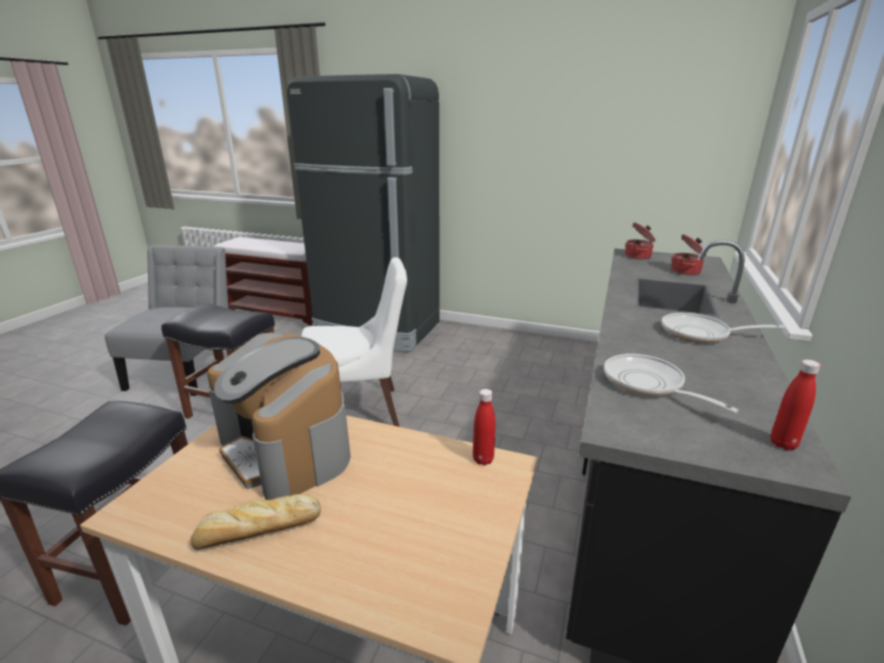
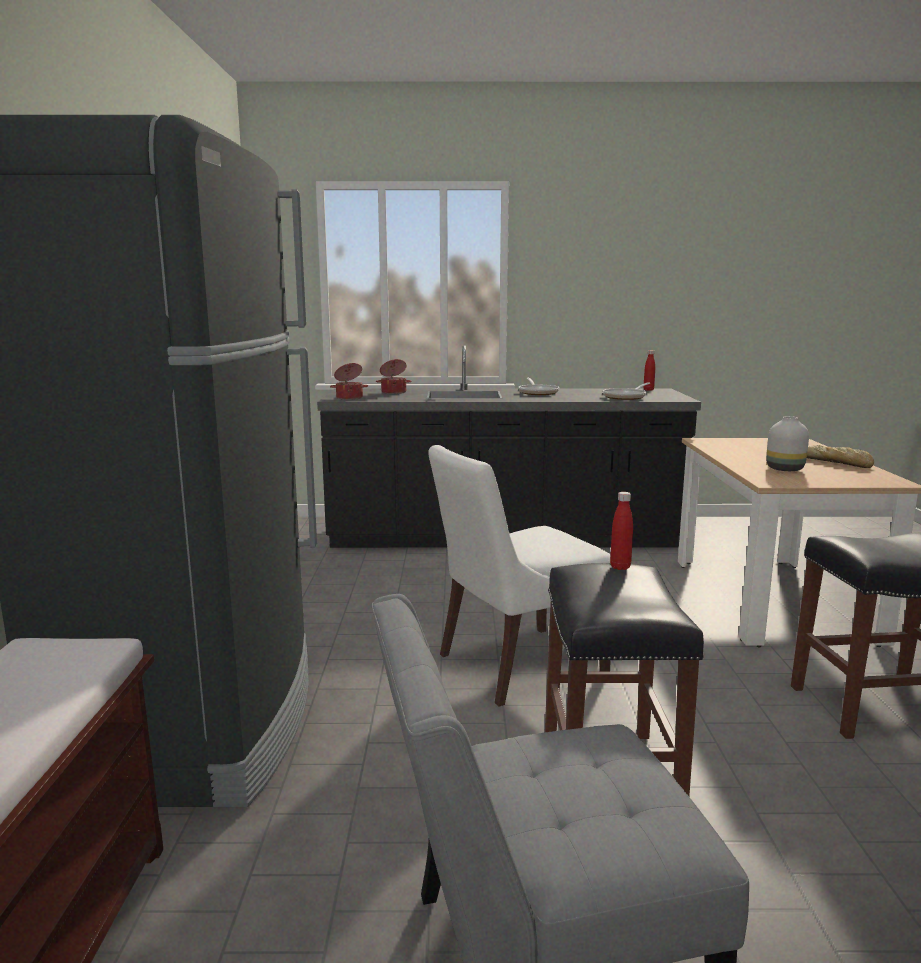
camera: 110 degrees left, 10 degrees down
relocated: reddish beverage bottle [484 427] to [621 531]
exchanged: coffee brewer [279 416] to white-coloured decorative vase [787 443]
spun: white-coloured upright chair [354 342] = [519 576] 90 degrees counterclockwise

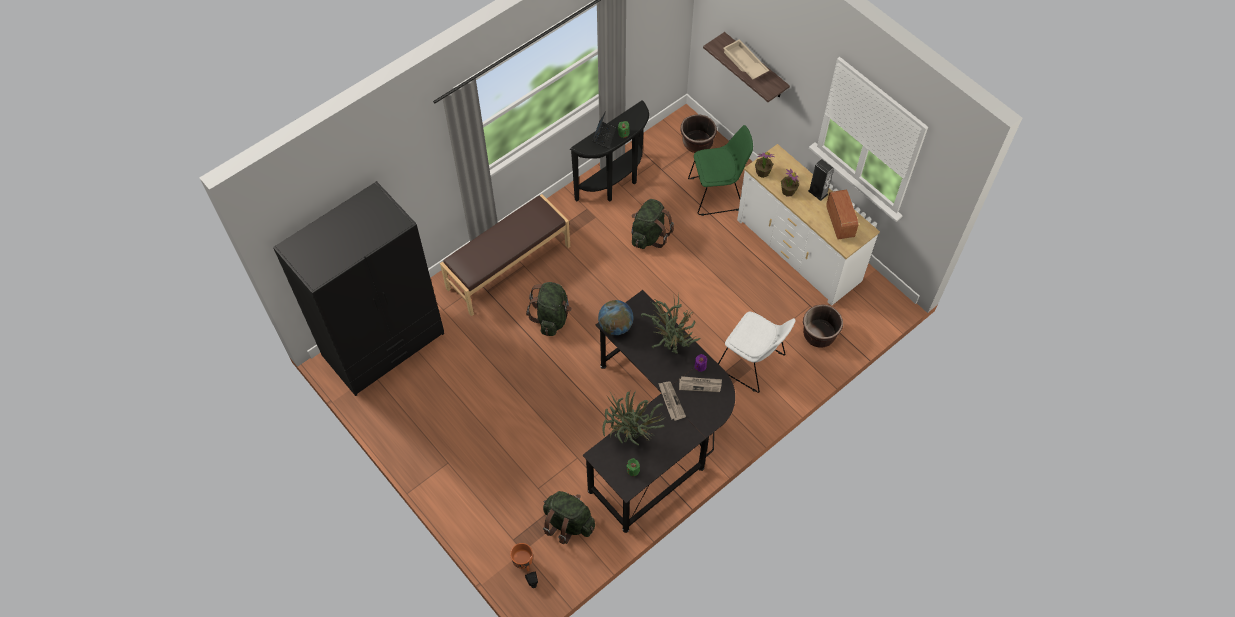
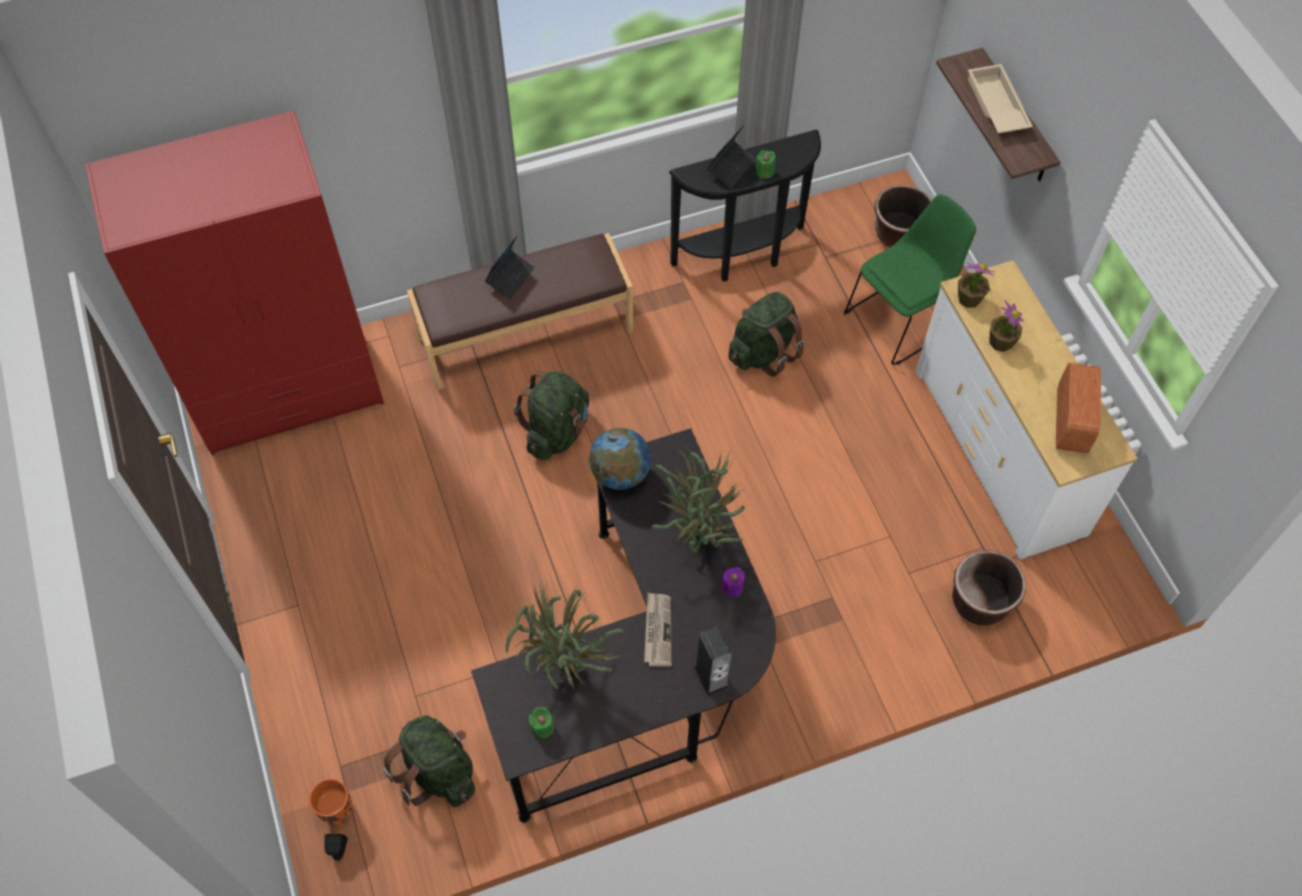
camera: 20 degrees right, 0 degrees up
missing: newspaper [700 384]; white-coloured upright chair [757 352]
appeared: portable computer [510 267]
relocated: audio speaker [821 180] to [713 661]
colour: black-coloured wardrobe [358 288] to reddish wardrobe [234 283]
spun: greenish upright chair [720 170] = [910 279] 45 degrees counterclockwise

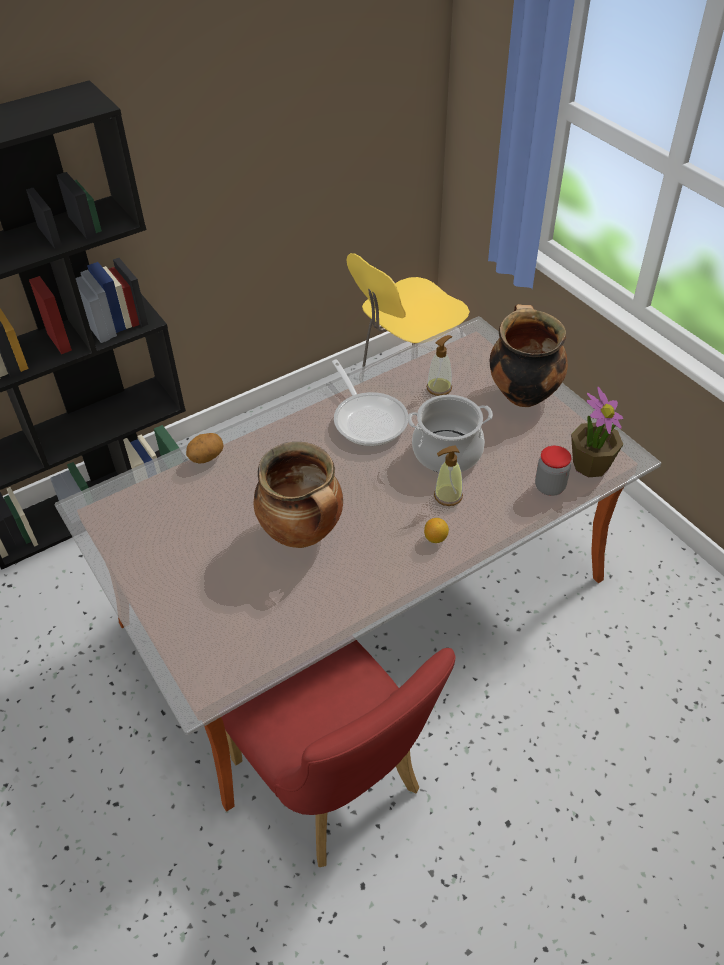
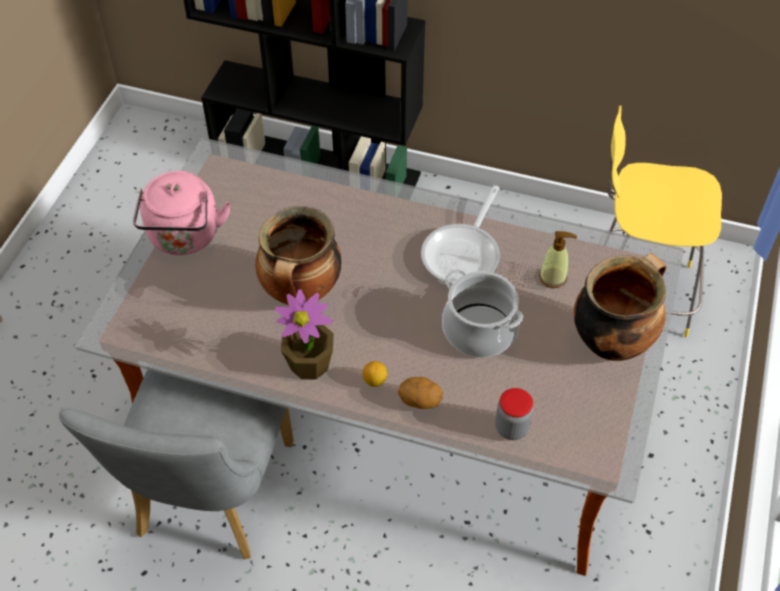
camera: 50 degrees right, 5 degrees up
missing: soap dispenser [448 476]
appeared: pink-coloured tea kettle [182 213]
relocated: potato [204 448] to [420 393]; plant in a pot [597 431] to [304 334]
colour: reddish upright chair [338 753] to greyish upright chair [176 464]

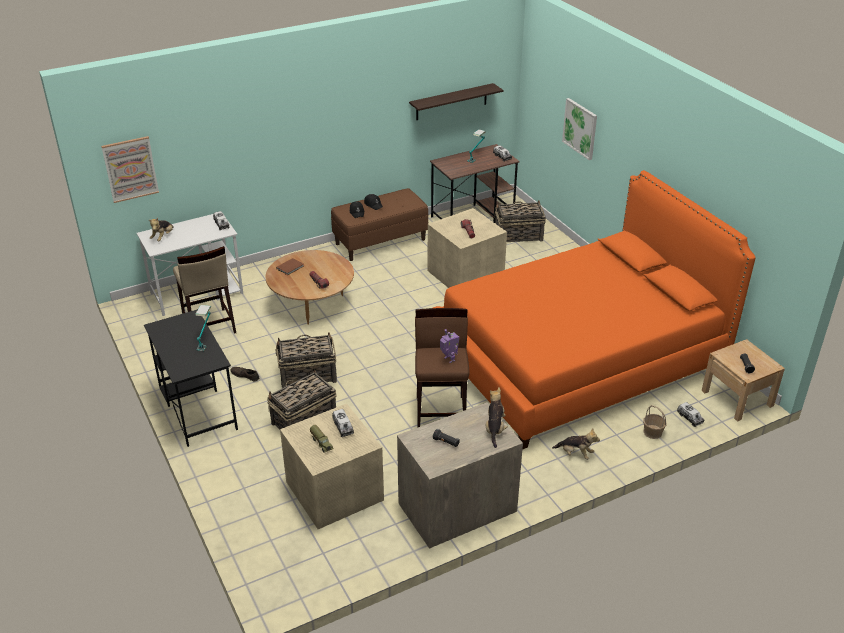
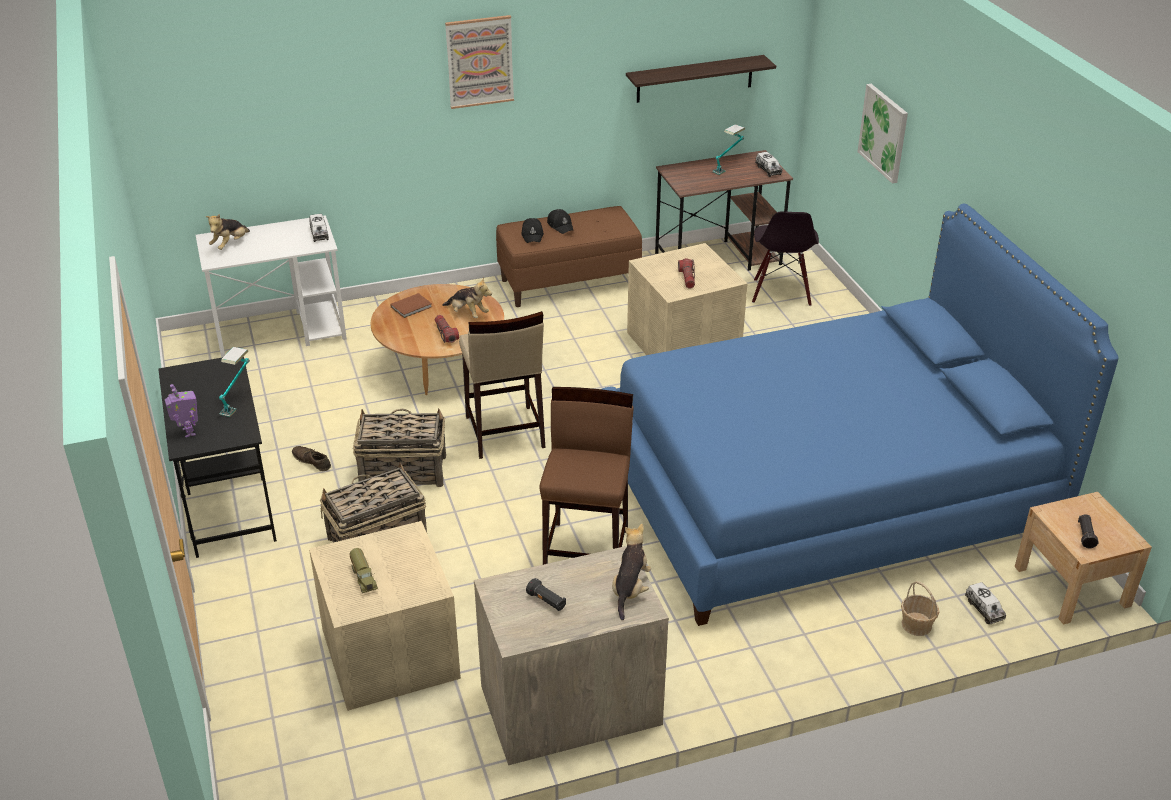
camera: 10 degrees right, 0 degrees up
missing: toy lorry [343 423]
relocated: picture [130 169] to [479 62]; beige stool seat [204 290] to [502 385]; model robot [449 346] to [181 411]; plush toy [576 444] to [467 297]
exchanged: household basket [520 221] to black-coloured upright chair [785 258]
colour: orangey bed [594 310] to bluish bed [860 415]

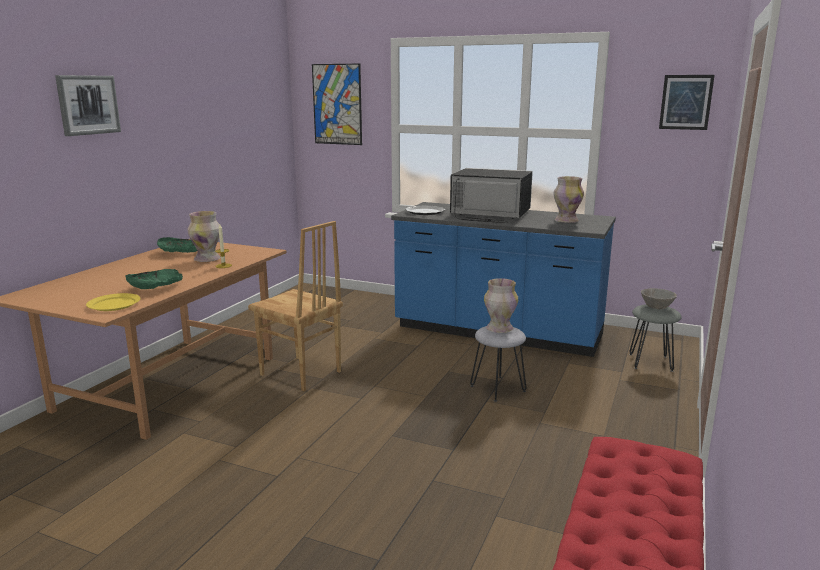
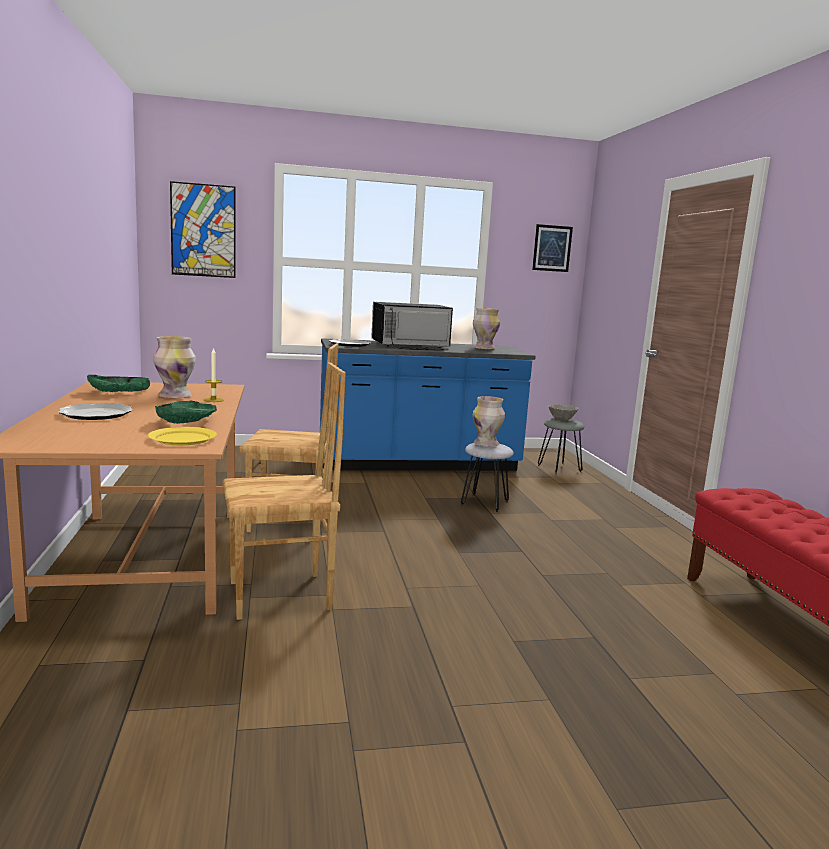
camera: 35 degrees left, 5 degrees down
missing: picture [88 105]
appeared: flat dish [95 411]; brown upright chair [284 491]

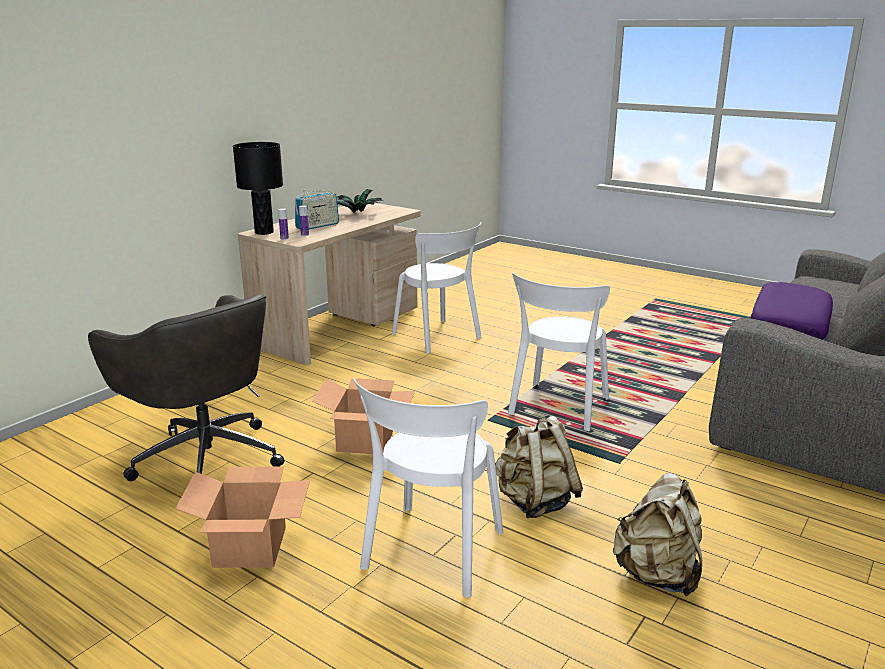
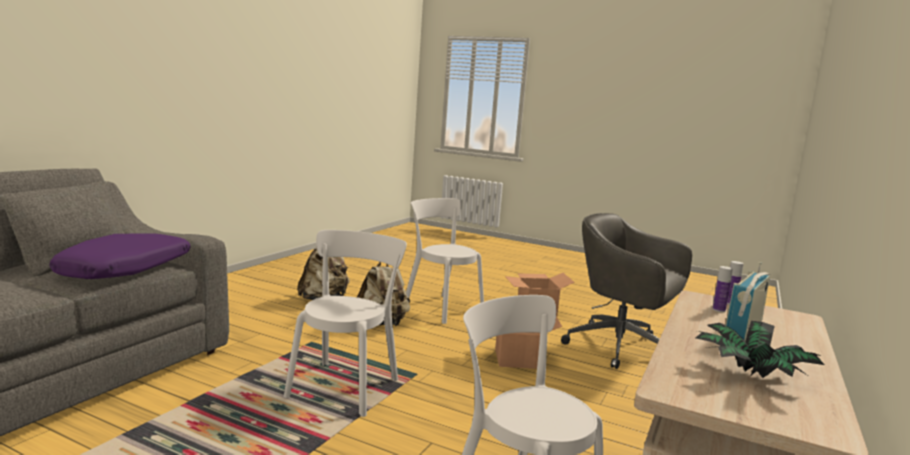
camera: 170 degrees right, 10 degrees down
missing: black-coloured table lamp [258 188]
spun: white-coloured upright chair [428 488] = [445 261] 60 degrees counterclockwise

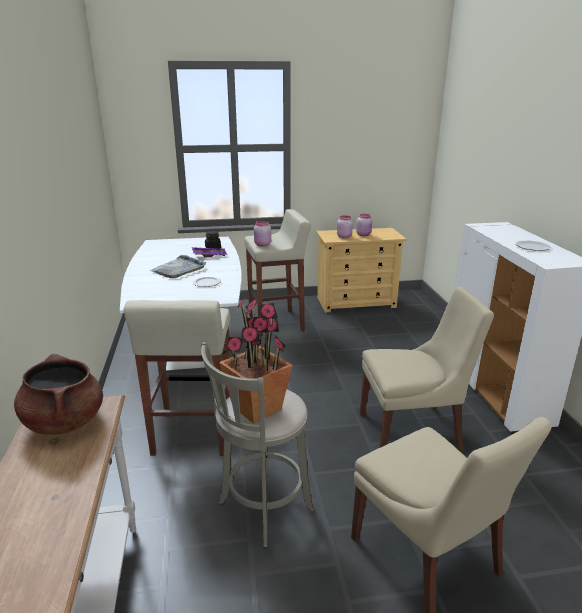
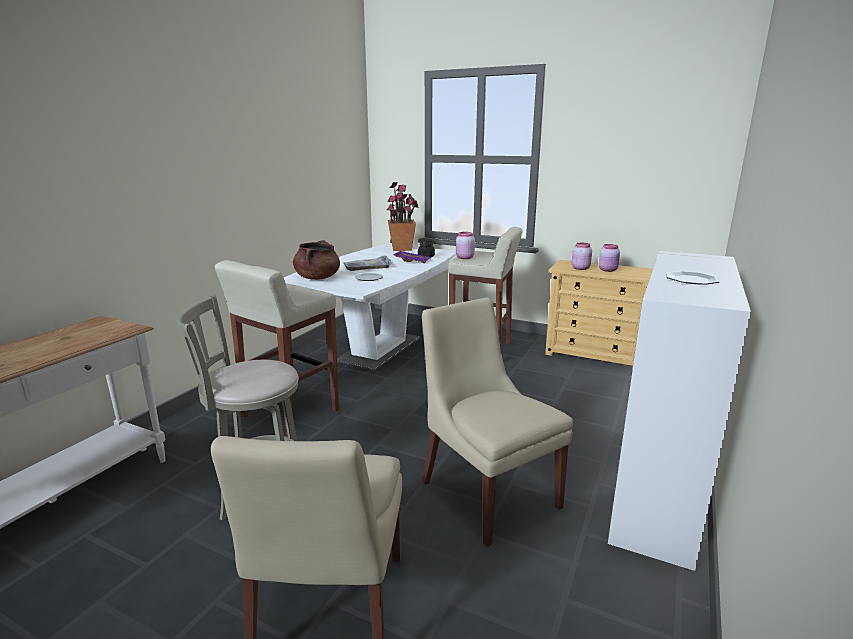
camera: 35 degrees right, 5 degrees down
relocated: brown stockpot [58 394] to [316 260]; plant in a pot [256 359] to [403 216]
spun: beige upright chair [427 369] = [497 422] 150 degrees counterclockwise

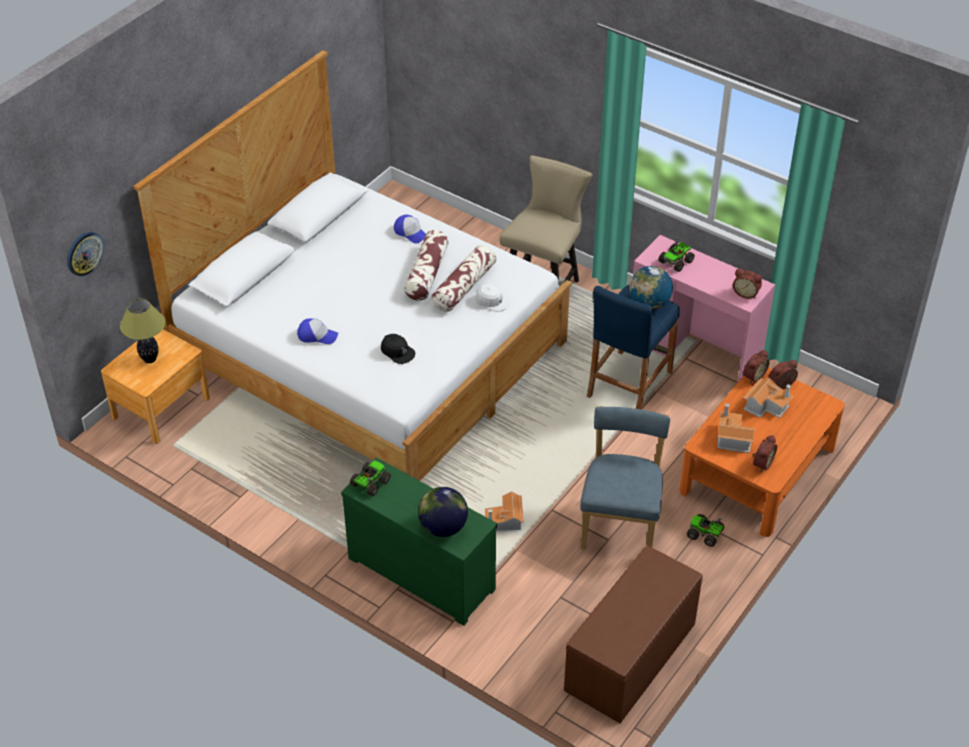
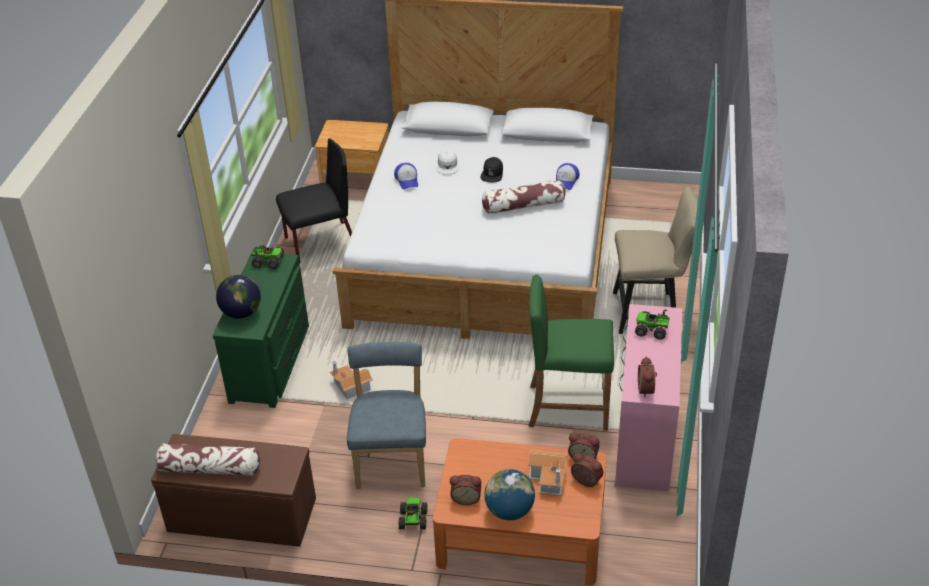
camera: 65 degrees right, 5 degrees down
missing: hanging clock [85 254]; table lamp [142 331]; toy house [735 428]
appeared: black-coloured upright chair [314 201]
relocated: black-coloured cap [398 349] to [491 169]; pillow [463 278] to [207 459]; white-coloured cap [492 298] to [447 161]; globe [651 287] to [509 494]
colour: bluish stool seat [633 347] to greenish stool seat [571 353]
spun: bluish upright chair [625 478] = [386 415] 75 degrees counterclockwise

